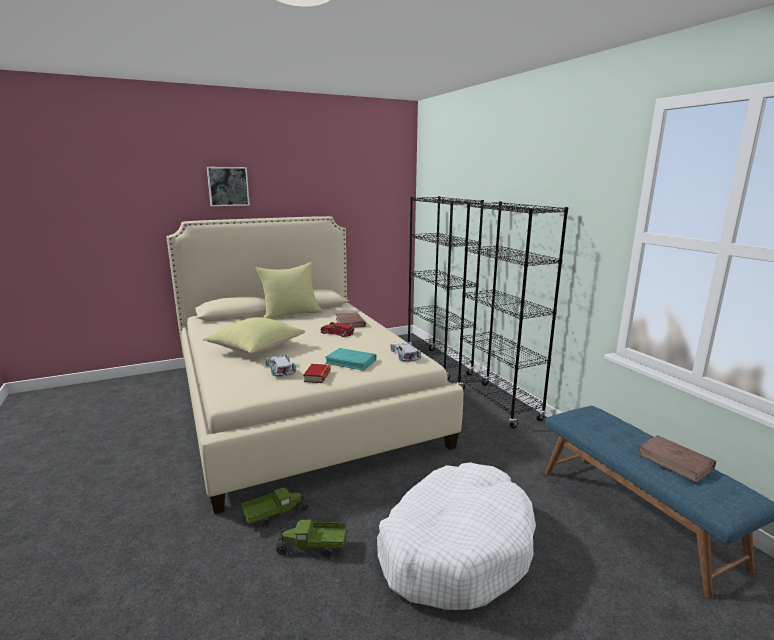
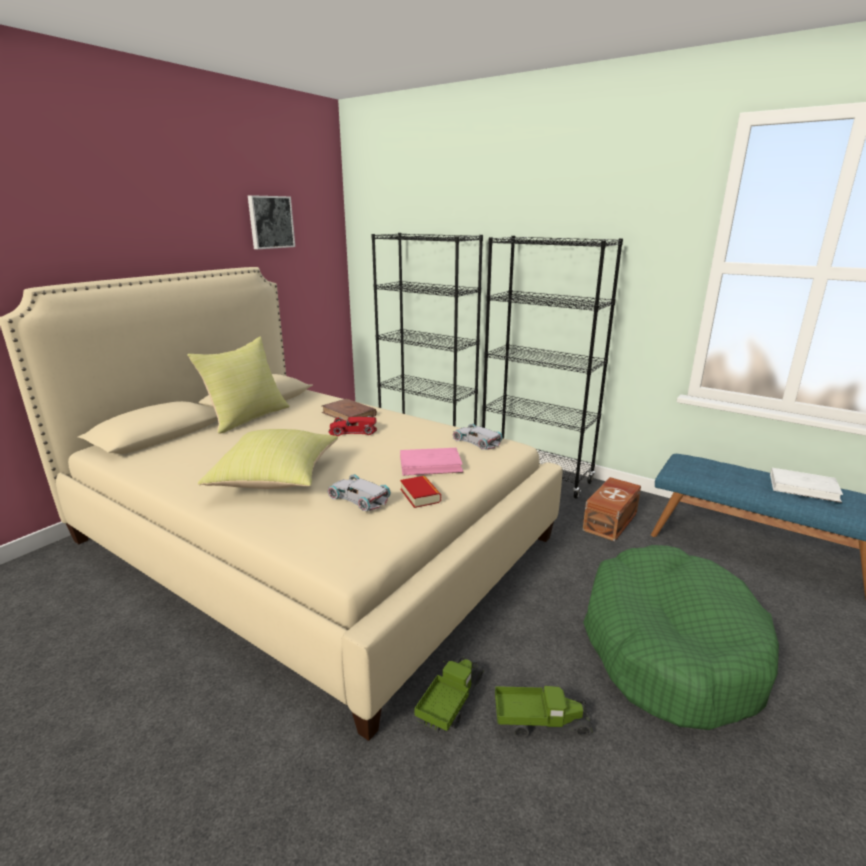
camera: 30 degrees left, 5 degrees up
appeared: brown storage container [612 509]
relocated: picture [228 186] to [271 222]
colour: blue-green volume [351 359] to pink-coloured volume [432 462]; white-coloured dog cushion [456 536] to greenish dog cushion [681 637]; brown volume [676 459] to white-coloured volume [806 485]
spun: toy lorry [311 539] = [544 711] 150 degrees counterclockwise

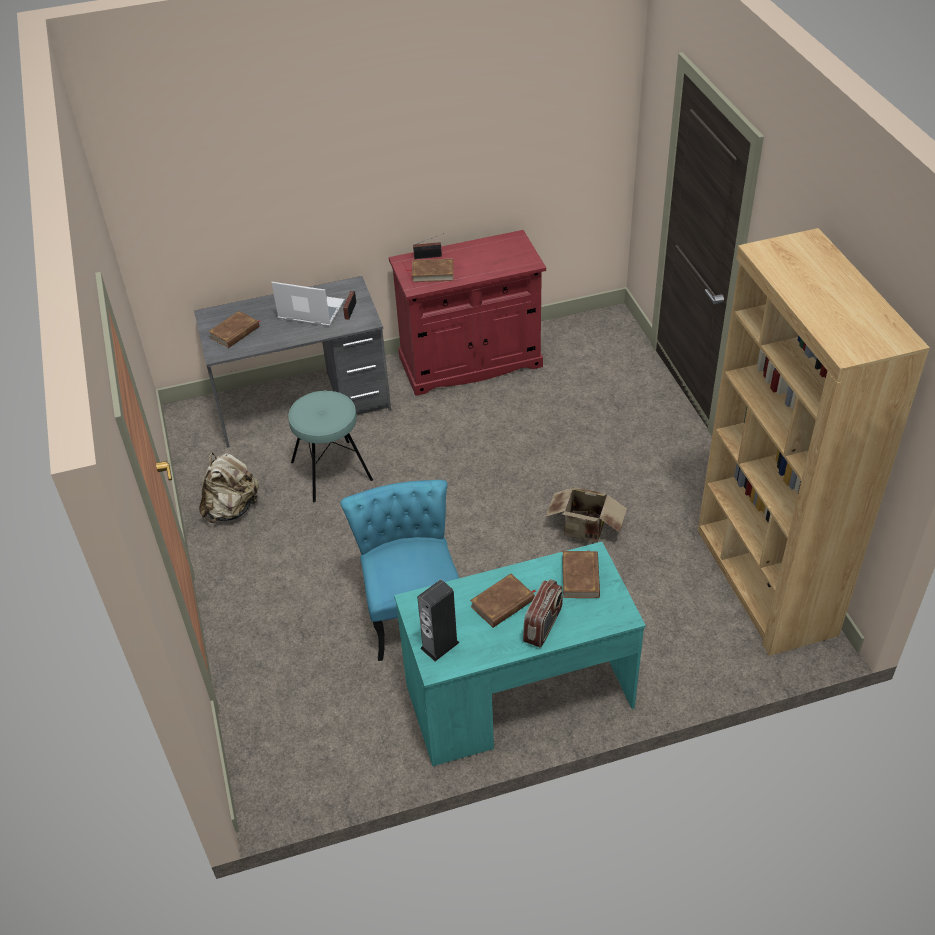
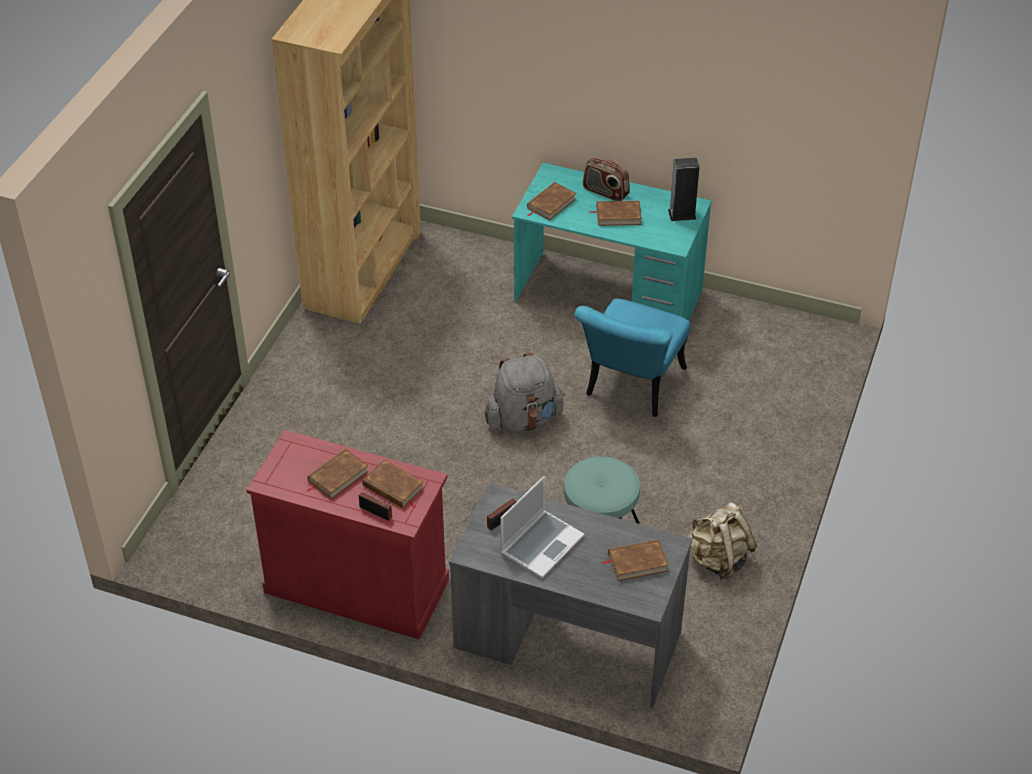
camera: 145 degrees left, 0 degrees up
missing: carton [586 514]
appeared: brown volume [337 473]; greyish backpack [524 393]
spun: portable computer [308 304] = [542 527] 105 degrees counterclockwise; radio set [543 613] = [606 179] 120 degrees counterclockwise

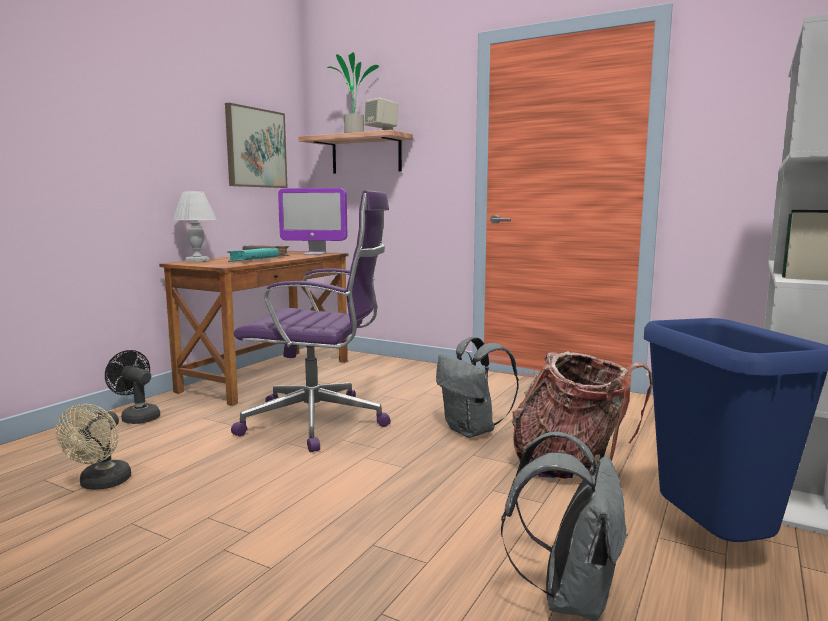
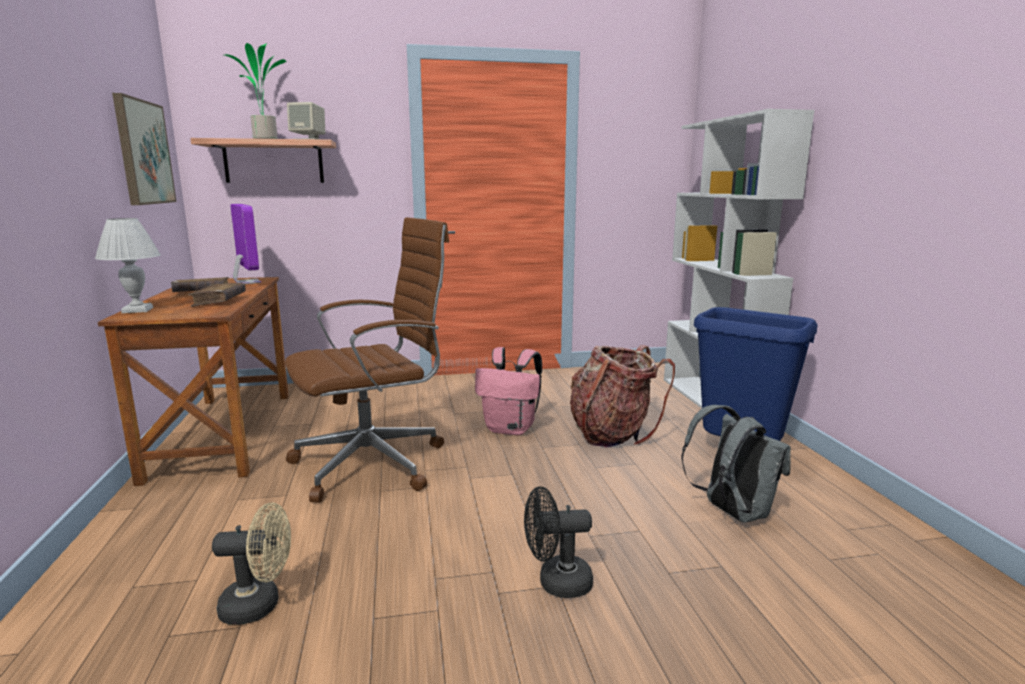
camera: 40 degrees left, 5 degrees up
relocated: black-coloured cooling fan [132 387] to [558 542]
colour: blue-green volume [253 255] to brown volume [217 295]; purple-coloured office chair [311 321] to brown office chair [367 359]; greyish backpack [477 387] to pink-coloured backpack [508 391]
spun: beige cooling fan [93 446] = [251 564] 60 degrees counterclockwise; monitor [312 221] = [246 244] 90 degrees counterclockwise

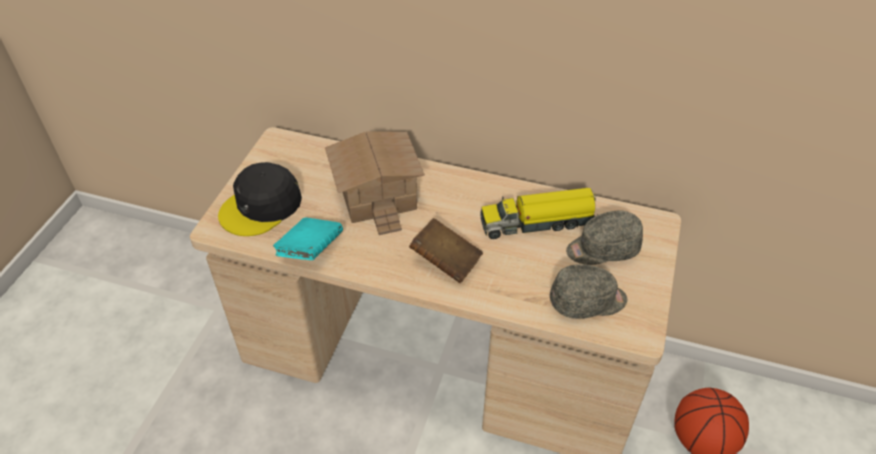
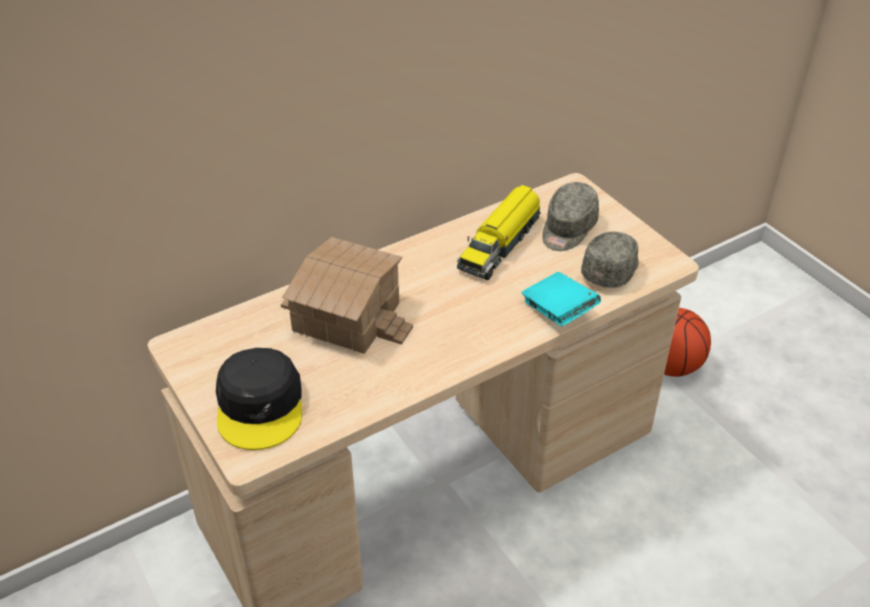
camera: 50 degrees left, 5 degrees down
missing: brown volume [446 250]
relocated: blue-green volume [308 239] to [561 299]

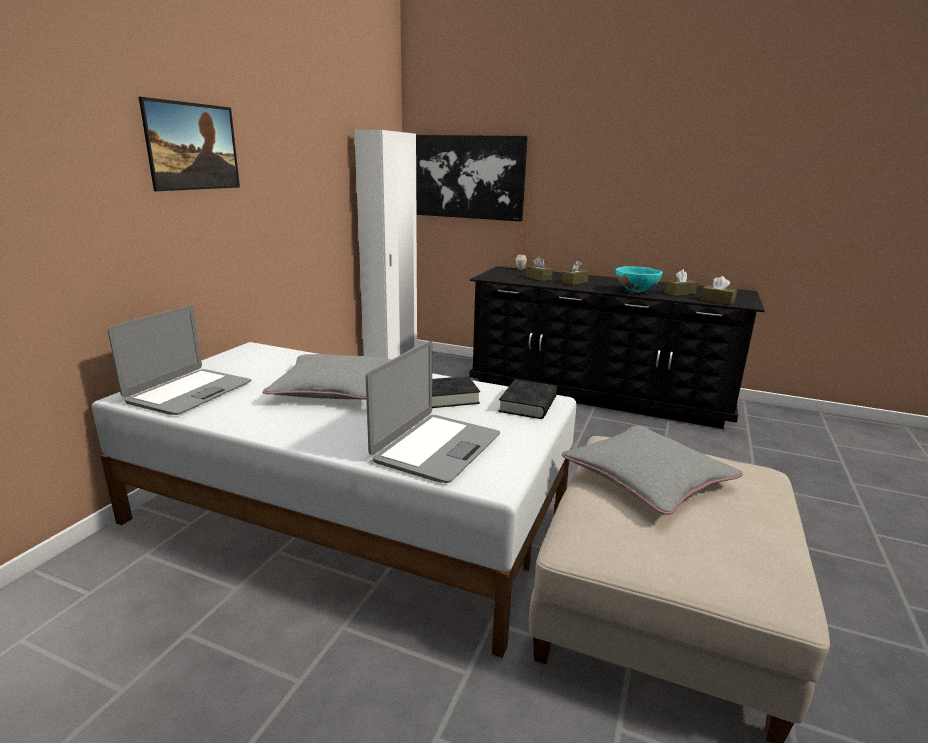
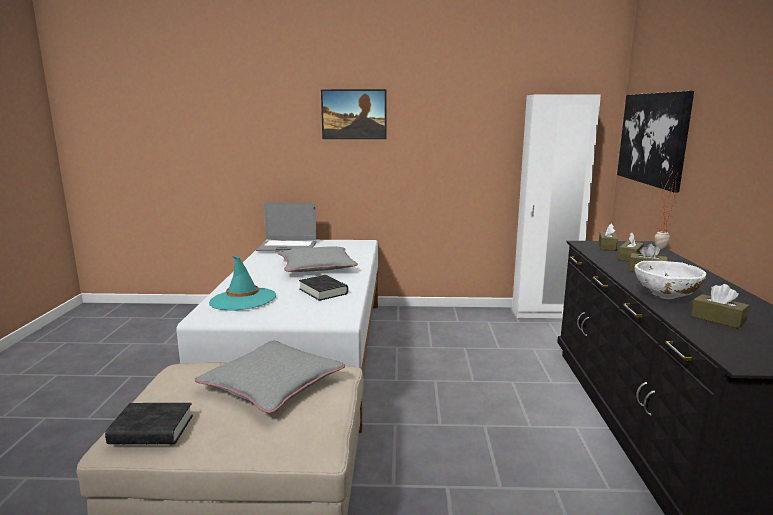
camera: 70 degrees right, 5 degrees down
relocated: black-coloured volume [527 399] to [149 423]; brown tissue holder [718 290] to [608 237]
exchanged: portable computer [432 412] to blue-green wearable hat [242 283]
colour: blue-green deep dish [639 279] to white-coloured deep dish [670 280]

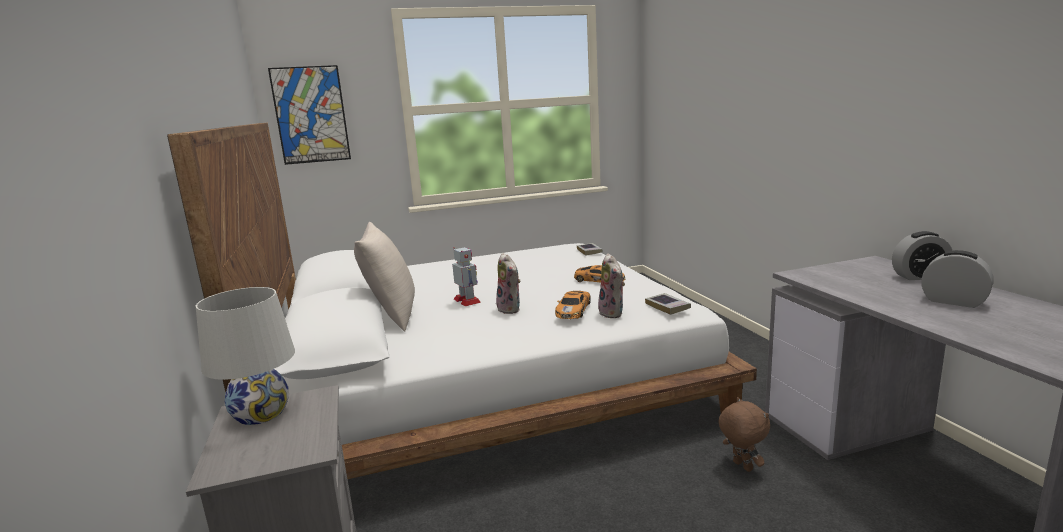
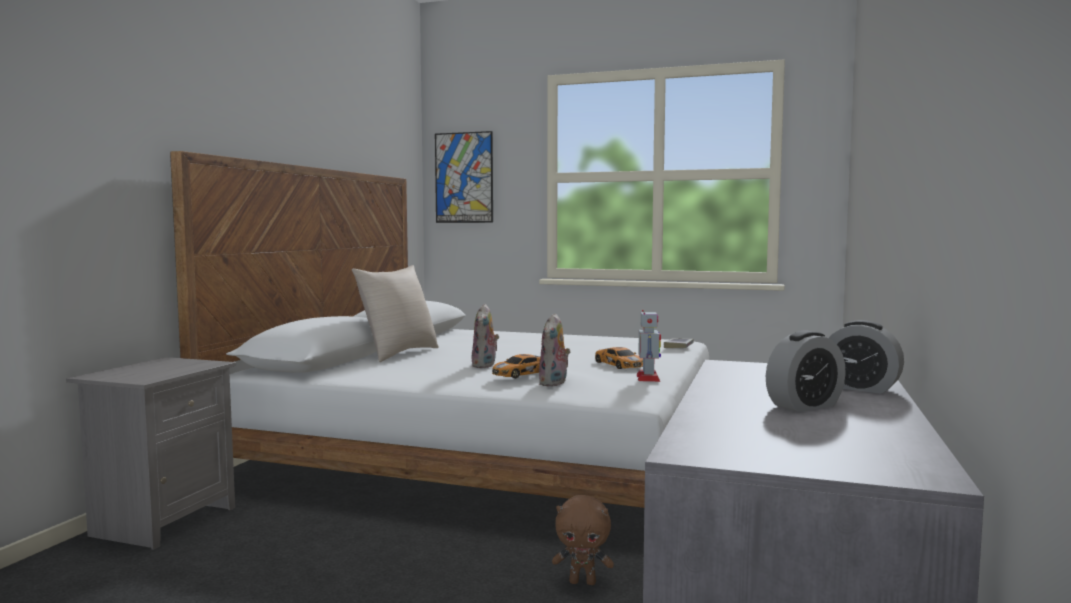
camera: 35 degrees right, 10 degrees down
missing: white-coloured table lamp [245 356]; volume [668 304]
relocated: model robot [466 276] to [649 346]
spun: brown plush toy [744 434] = [583 540] 90 degrees clockwise; alarm clock [957 279] = [806 371] 75 degrees clockwise

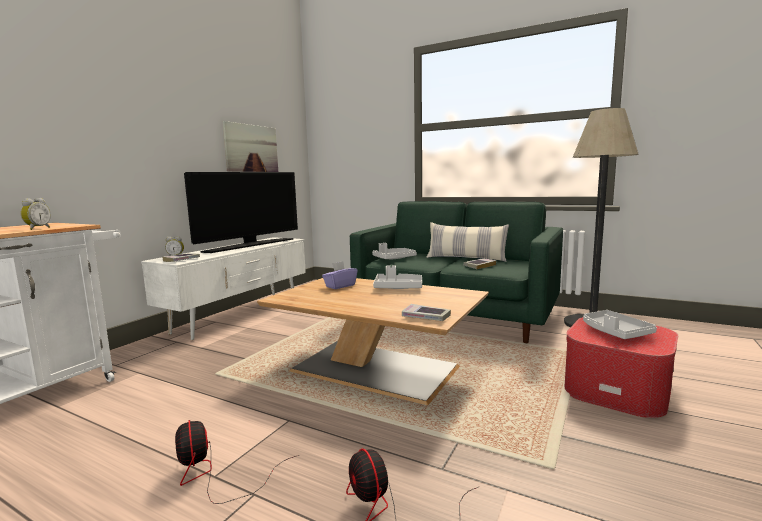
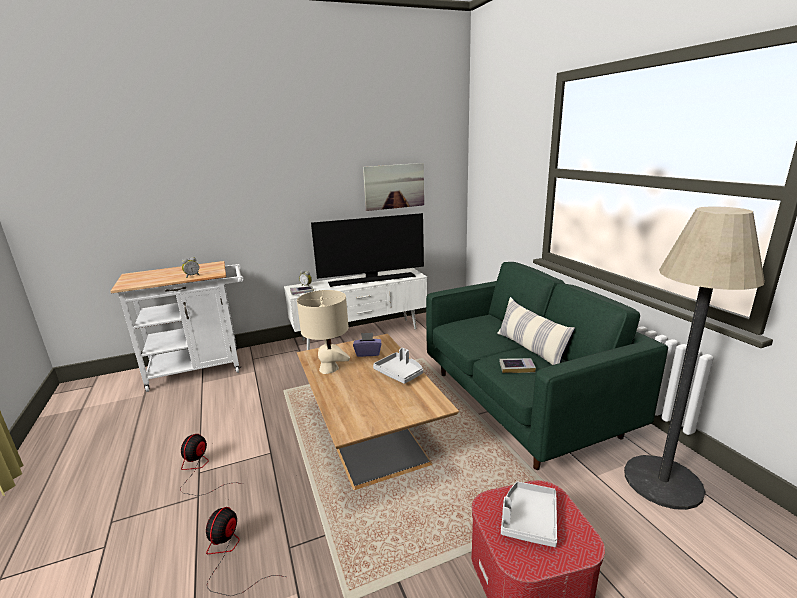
camera: 40 degrees right, 10 degrees up
missing: greyish carrying tray [394 251]; volume [426 312]
appeared: beige table lamp [323 332]

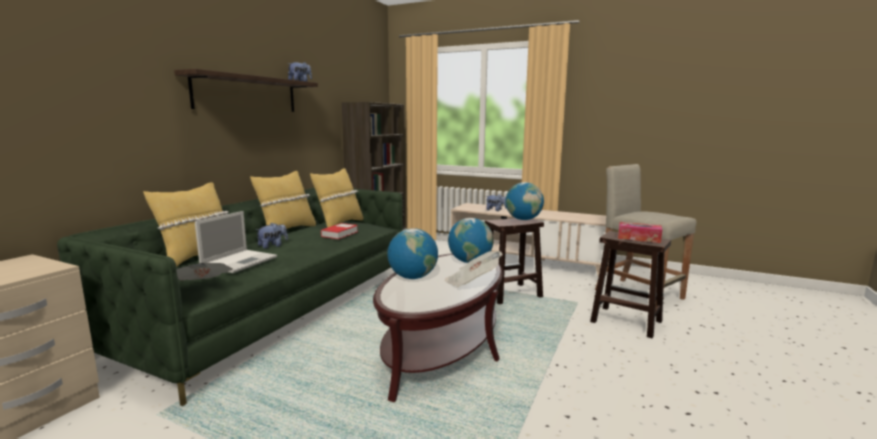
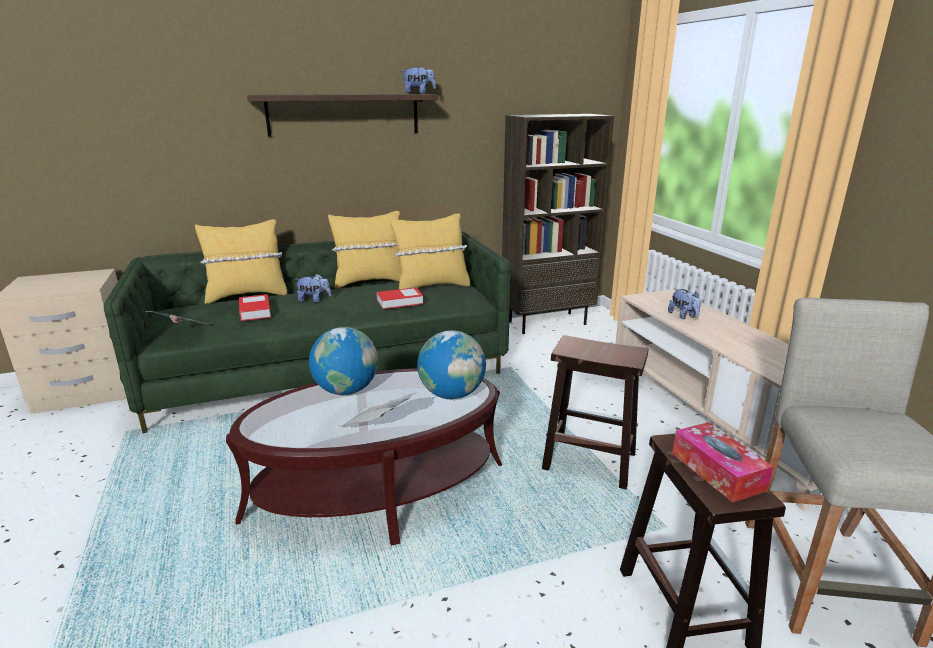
camera: 45 degrees right, 10 degrees up
missing: globe [524 201]
exchanged: portable computer [236 242] to volume [255 307]

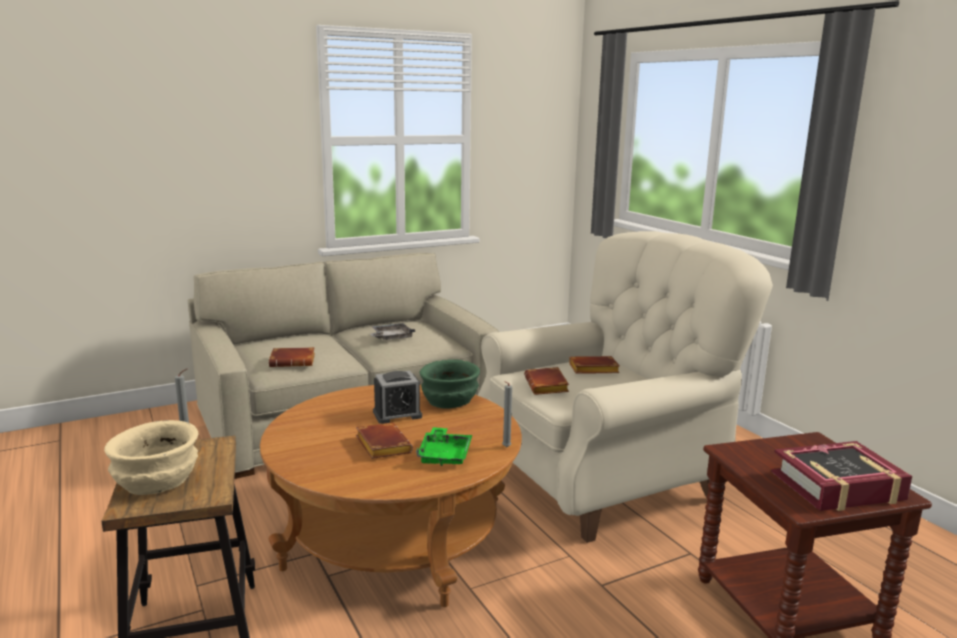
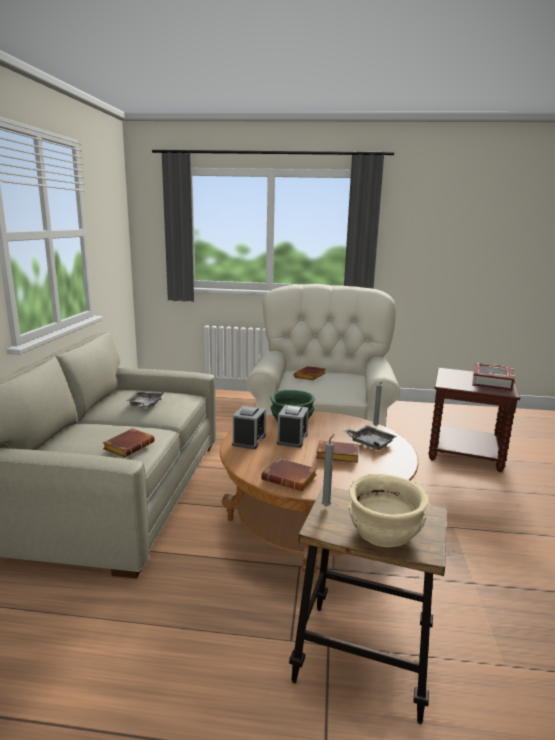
camera: 55 degrees left, 0 degrees up
appeared: alarm clock [249 427]
relocated: brown volume [546 381] to [289 474]
colour: greenish carrying tray [444 446] to greyish carrying tray [370 438]

